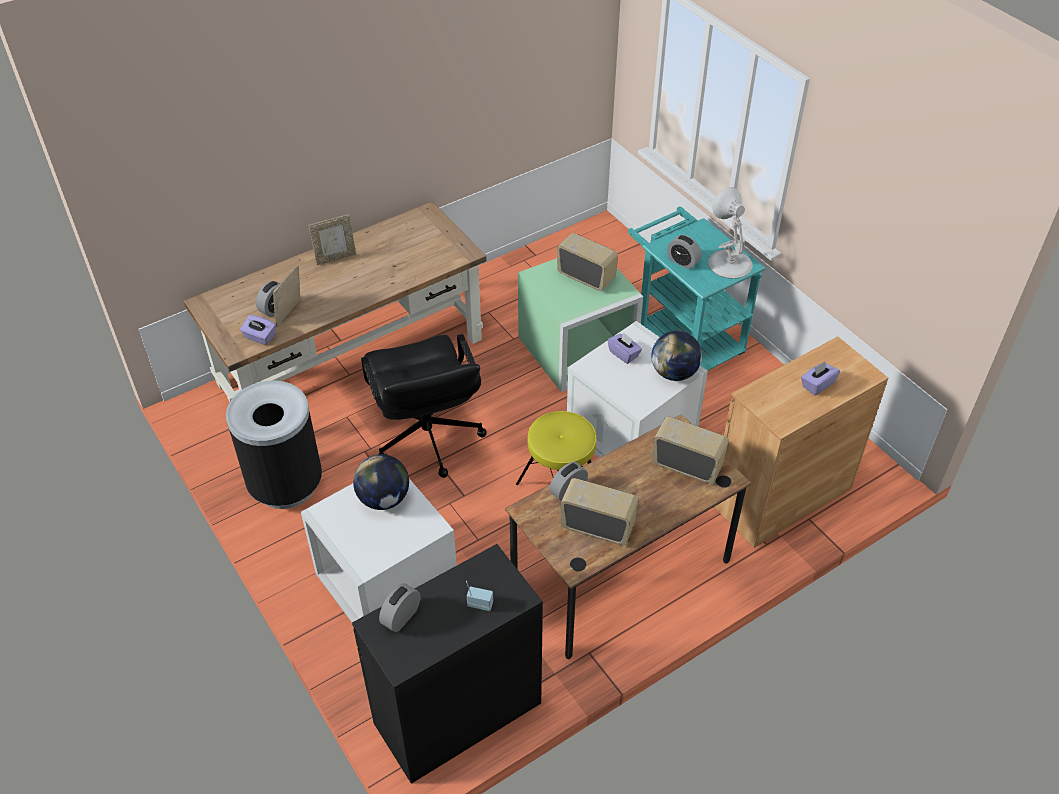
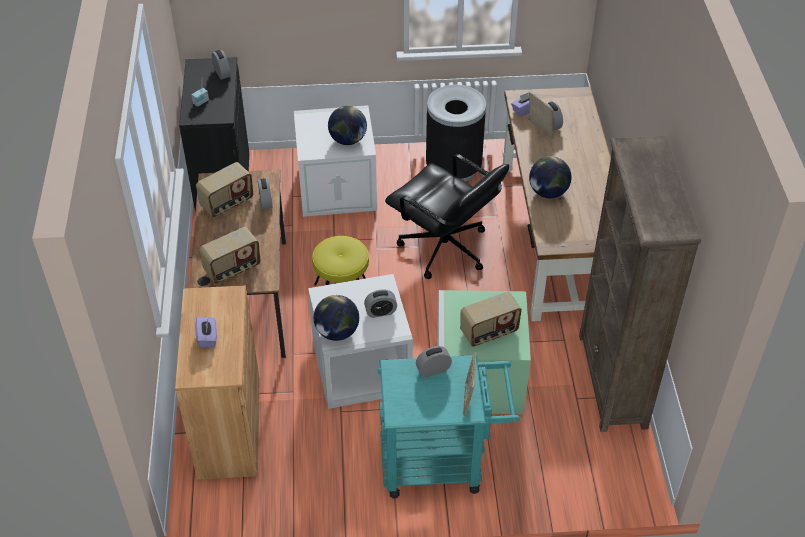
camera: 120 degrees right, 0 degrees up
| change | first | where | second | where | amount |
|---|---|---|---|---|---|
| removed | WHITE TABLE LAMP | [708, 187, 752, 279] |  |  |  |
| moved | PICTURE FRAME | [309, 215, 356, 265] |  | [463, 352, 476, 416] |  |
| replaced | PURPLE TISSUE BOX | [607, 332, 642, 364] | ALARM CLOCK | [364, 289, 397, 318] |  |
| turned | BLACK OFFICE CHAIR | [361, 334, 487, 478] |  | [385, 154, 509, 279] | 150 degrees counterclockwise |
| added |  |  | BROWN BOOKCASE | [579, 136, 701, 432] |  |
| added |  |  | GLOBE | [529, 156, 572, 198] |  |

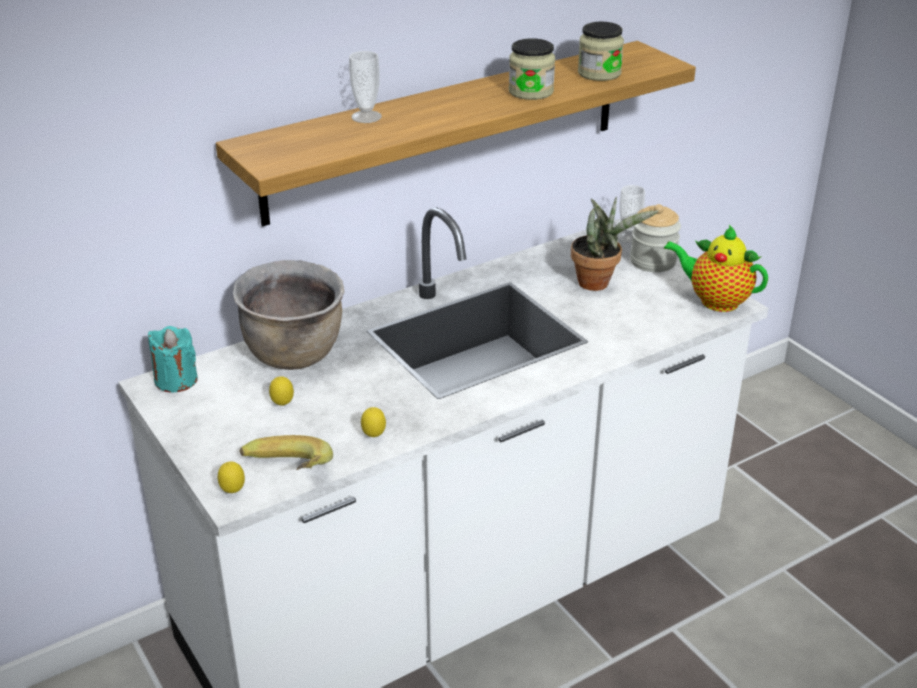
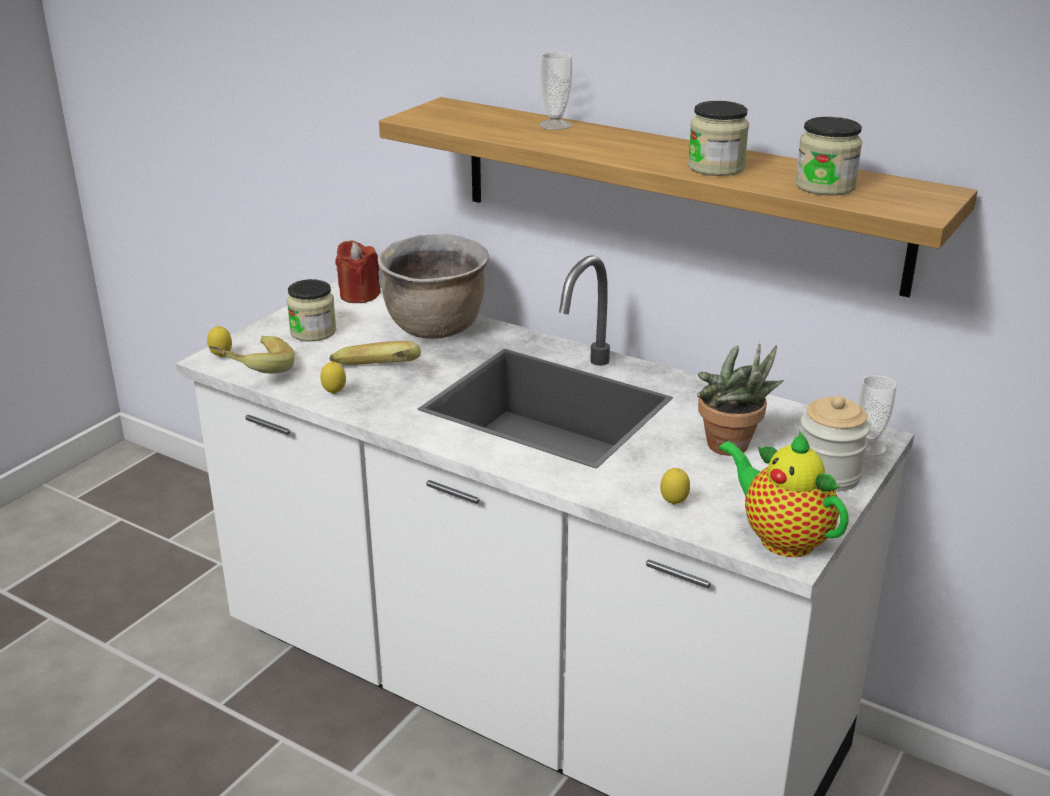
camera: 65 degrees right, 5 degrees down
| change | first | where | second | where | amount |
|---|---|---|---|---|---|
| turned | TEAPOT | [664, 225, 768, 312] |  | [718, 431, 849, 557] | 45 degrees counterclockwise |
| recoloured | TURQUOISE CANDLE | [148, 326, 198, 392] | RED CANDLE | [335, 240, 381, 303] |  |
| moved | LEMON | [269, 376, 294, 406] |  | [660, 468, 690, 505] |  |
| added |  |  | JAR | [287, 279, 337, 342] |  |
| added |  |  | BANANA | [330, 341, 421, 365] |  |

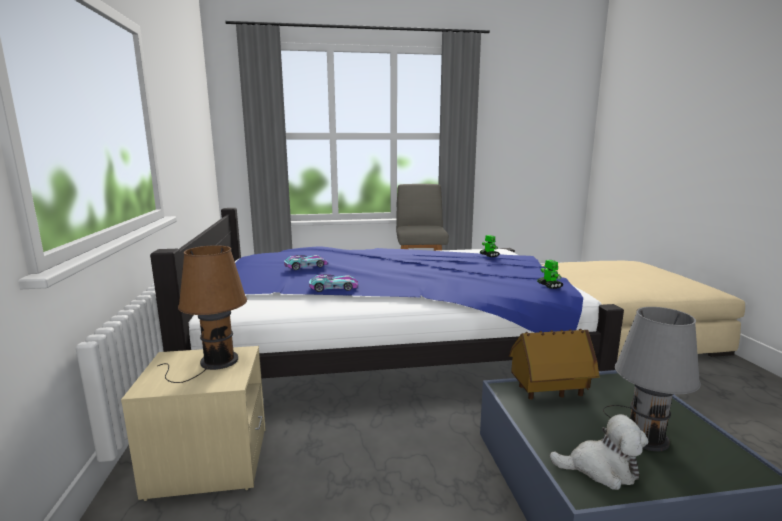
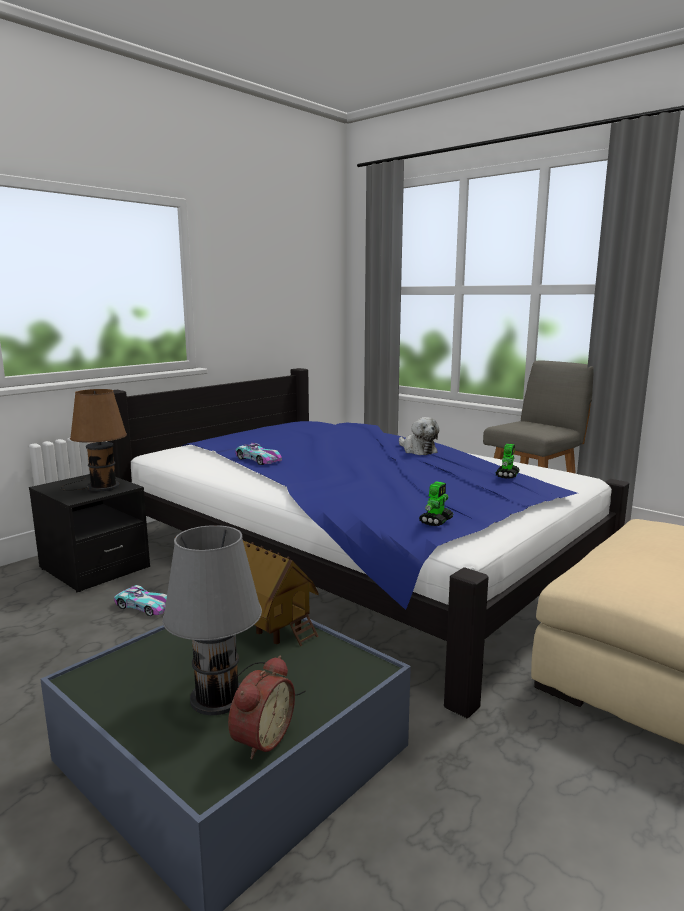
camera: 50 degrees right, 0 degrees up
| change | first | where | second | where | amount |
|---|---|---|---|---|---|
| moved | TOY CAR | [284, 255, 328, 270] |  | [114, 585, 167, 616] |  |
| recoloured | BEIGE NIGHTSTAND | [121, 346, 266, 501] | BLACK NIGHTSTAND | [29, 474, 150, 592] |  |
| moved | PLUSH TOY | [549, 414, 648, 490] |  | [399, 417, 439, 455] |  |
| added |  |  | ALARM CLOCK | [228, 656, 295, 759] |  |

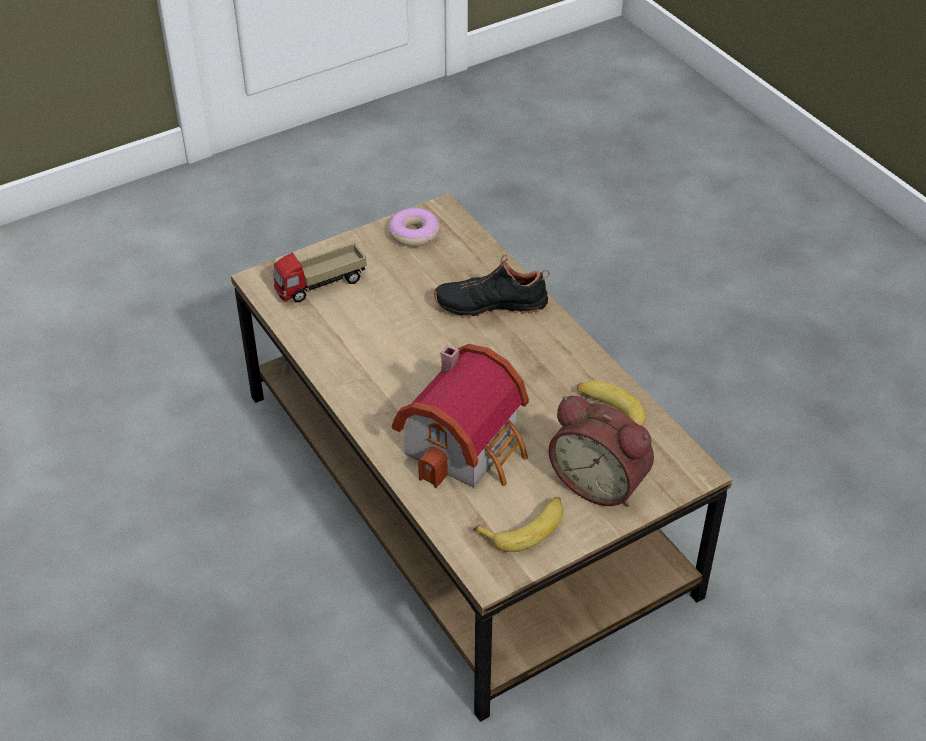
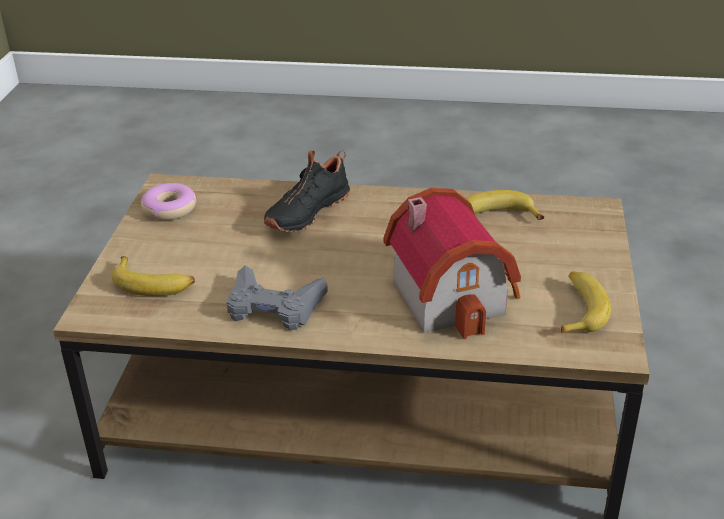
camera: 50 degrees left, 10 degrees down
| change | first | where | second | where | amount |
|---|---|---|---|---|---|
| replaced | TOY TRUCK | [273, 243, 367, 302] | BANANA | [112, 256, 195, 296] |  |
| removed | ALARM CLOCK | [549, 396, 654, 507] |  |  |  |
| added |  |  | GREY GAME CONTROLLER | [226, 265, 328, 330] |  |

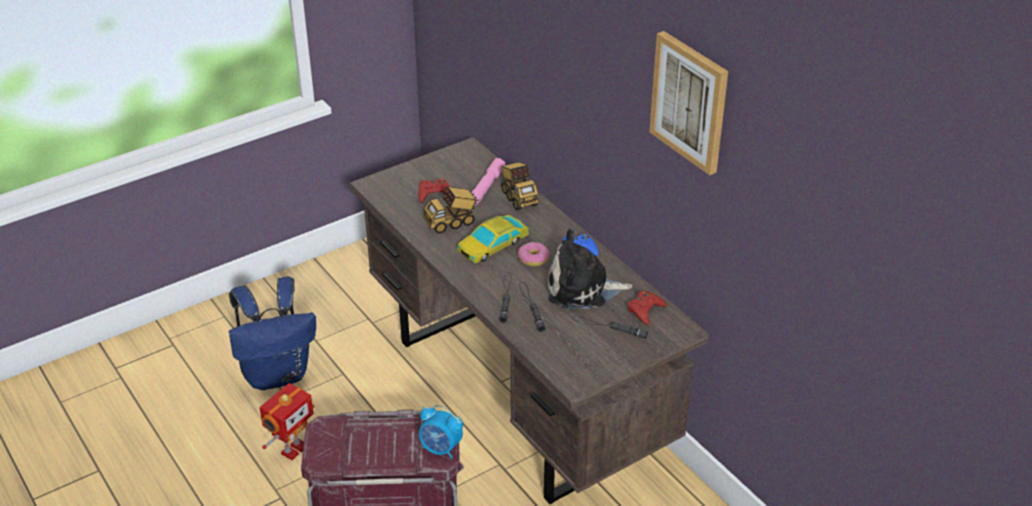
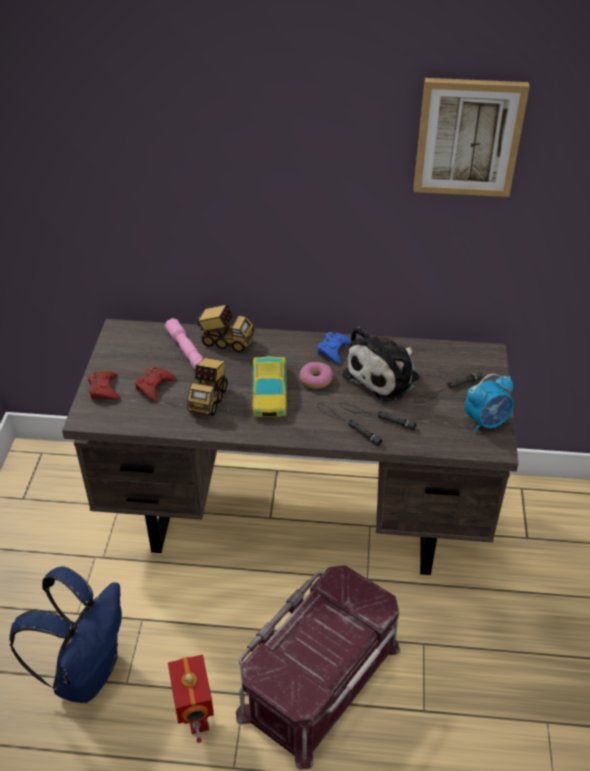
camera: 50 degrees left, 5 degrees up
| change | first | where | second | where | amount |
|---|---|---|---|---|---|
| moved | RED GAME CONTROLLER | [628, 291, 667, 325] |  | [87, 371, 121, 400] |  |
| moved | ALARM CLOCK | [419, 405, 463, 459] |  | [465, 374, 513, 433] |  |

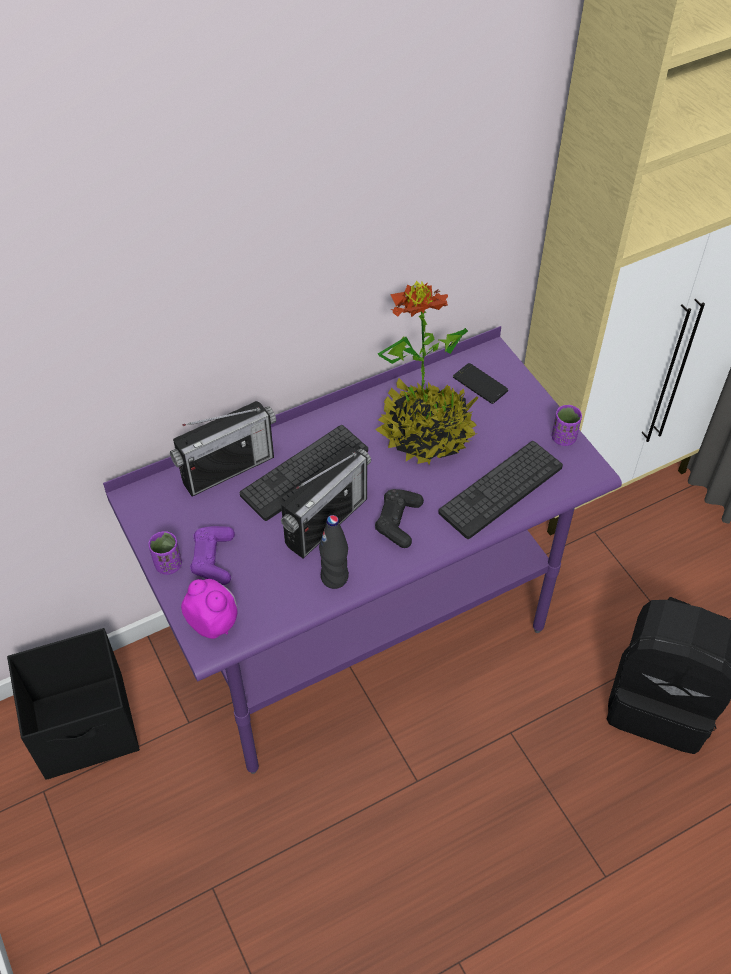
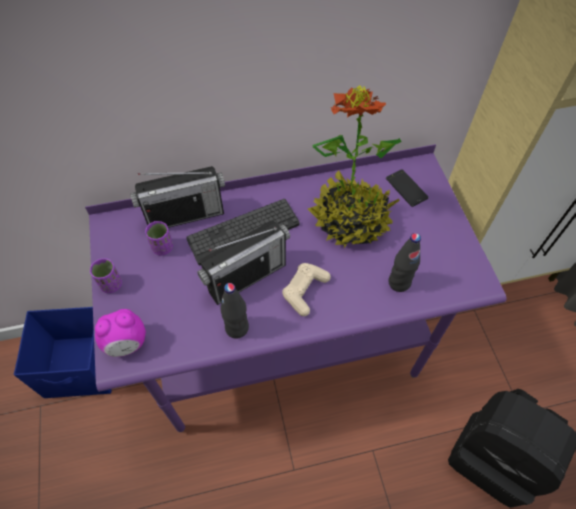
camera: 15 degrees right, 5 degrees up
| change | first | where | second | where | amount |
|---|---|---|---|---|---|
| moved | PURPLE CUP | [552, 405, 582, 446] |  | [145, 221, 173, 256] |  |
| replaced | KEYBOARD | [438, 441, 563, 539] | BLACK BOTTLE | [388, 233, 421, 292] |  |
| recoloured | BLACK GAME CONTROLLER | [375, 489, 424, 548] | BEIGE GAME CONTROLLER | [282, 263, 331, 316] |  |
| removed | PURPLE GAME CONTROLLER | [190, 526, 235, 585] |  |  |  |
| turned | ALARM CLOCK | [181, 579, 238, 639] |  | [95, 309, 146, 357] | 105 degrees clockwise |
| recoloured | BLACK STORAGE BOX | [7, 628, 140, 780] | BLUE STORAGE BOX | [14, 307, 112, 398] |  |

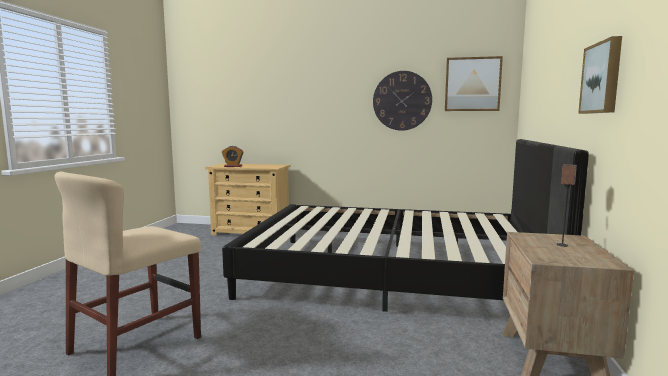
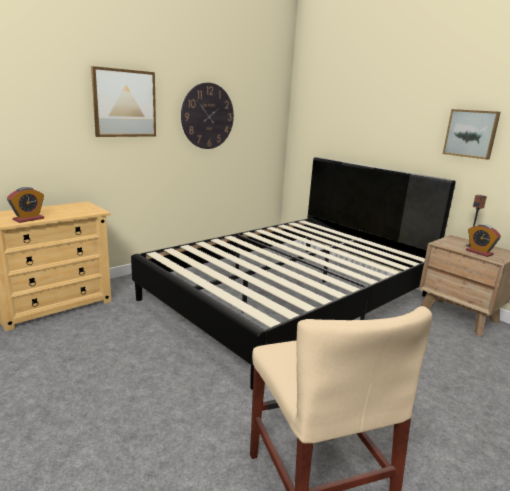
camera: 55 degrees left, 10 degrees up
| change | first | where | second | where | amount |
|---|---|---|---|---|---|
| moved | PICTURE | [445, 56, 503, 111] |  | [91, 66, 156, 137] |  |
| added |  |  | ALARM CLOCK | [466, 224, 501, 257] |  |

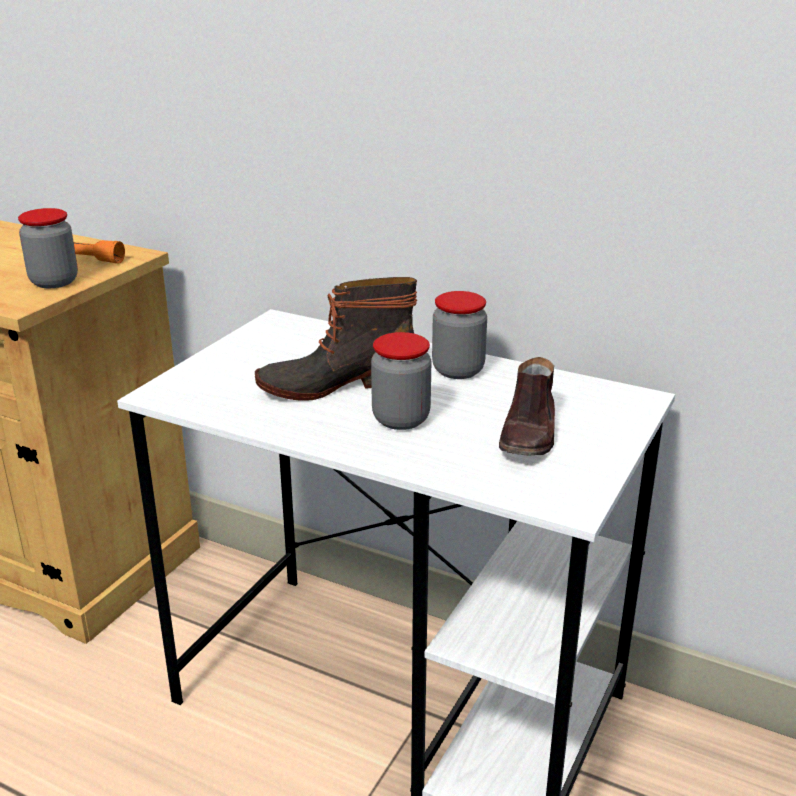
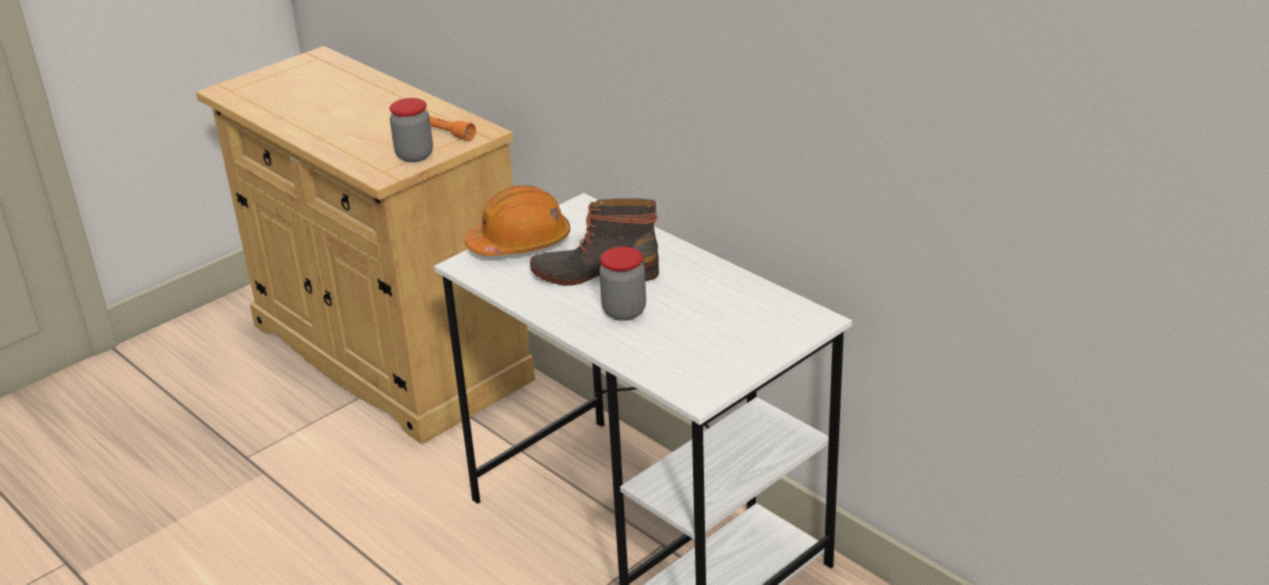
camera: 20 degrees right, 5 degrees up
| change | first | where | second | where | amount |
|---|---|---|---|---|---|
| removed | JAR | [432, 291, 487, 379] |  |  |  |
| removed | BROWN SHOE | [499, 357, 555, 456] |  |  |  |
| added |  |  | ORANGE HARD HAT | [465, 185, 570, 256] |  |

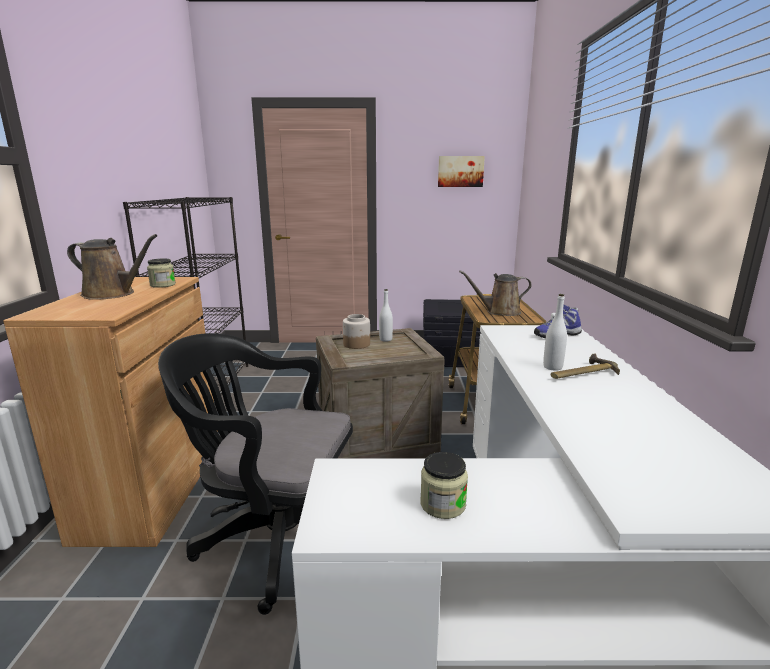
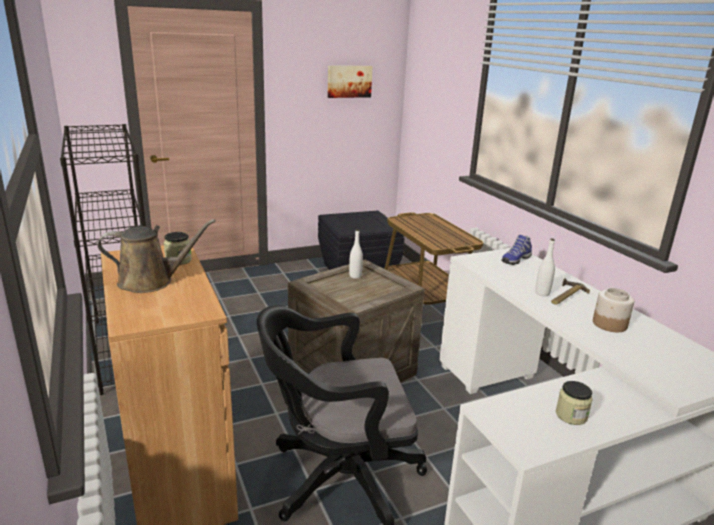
camera: 25 degrees left, 5 degrees up
| change | first | where | second | where | amount |
|---|---|---|---|---|---|
| removed | BROWN WATERING CAN | [459, 271, 531, 316] |  |  |  |
| moved | JAR | [343, 314, 370, 349] |  | [593, 288, 634, 332] |  |

